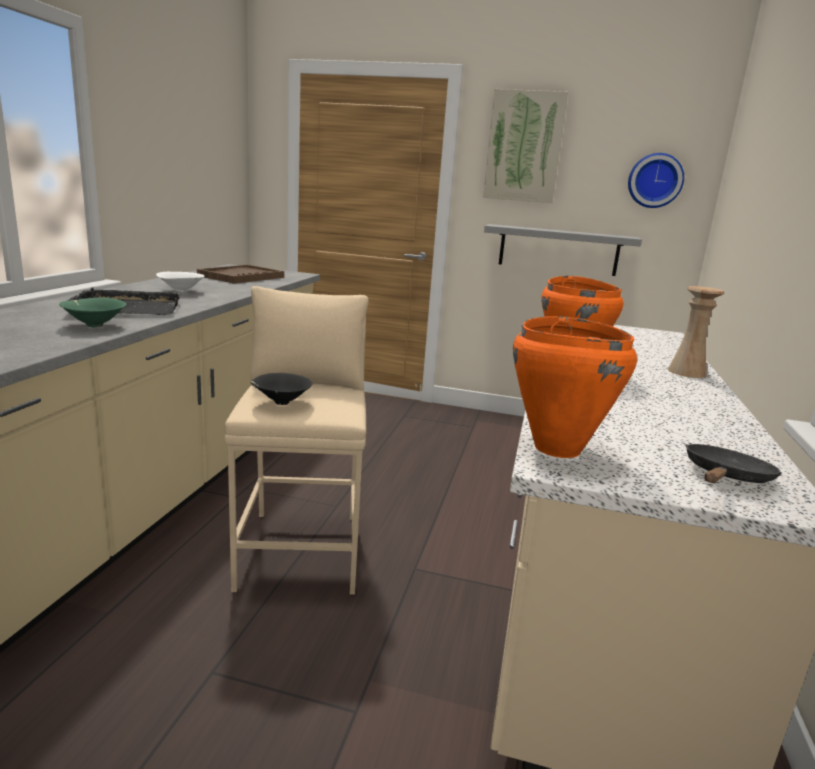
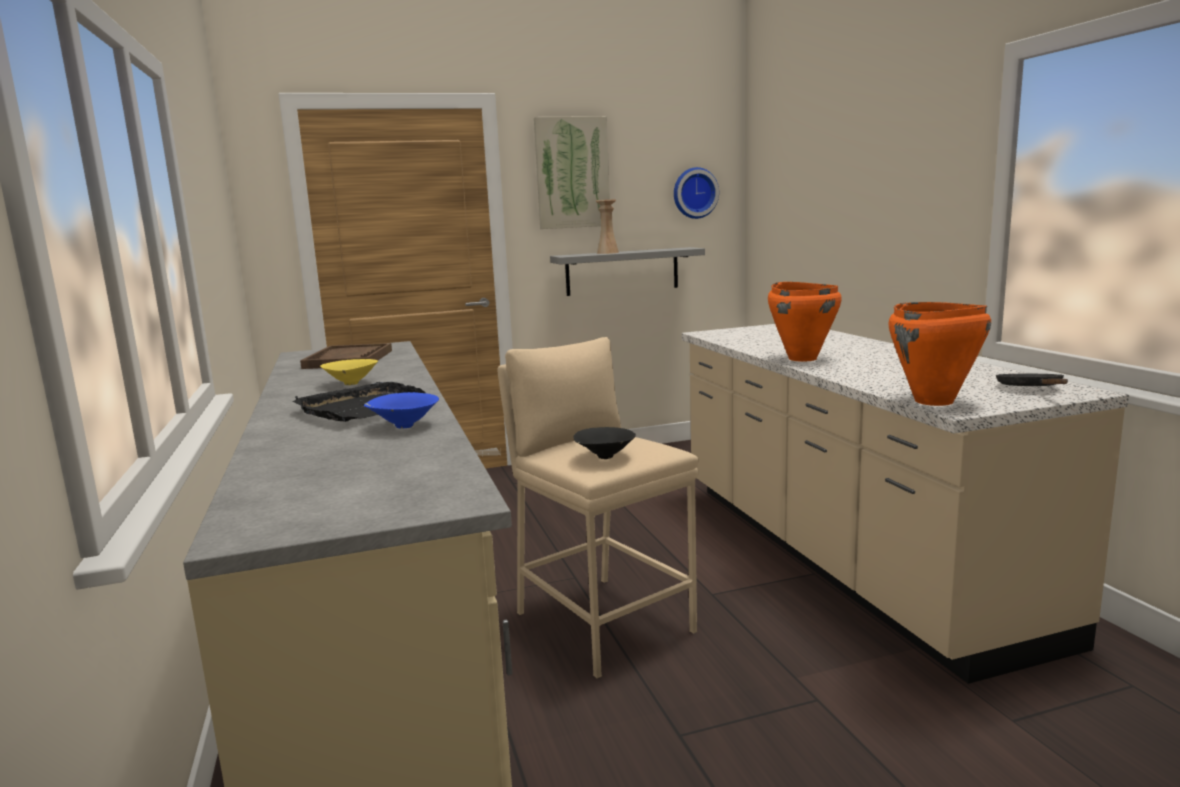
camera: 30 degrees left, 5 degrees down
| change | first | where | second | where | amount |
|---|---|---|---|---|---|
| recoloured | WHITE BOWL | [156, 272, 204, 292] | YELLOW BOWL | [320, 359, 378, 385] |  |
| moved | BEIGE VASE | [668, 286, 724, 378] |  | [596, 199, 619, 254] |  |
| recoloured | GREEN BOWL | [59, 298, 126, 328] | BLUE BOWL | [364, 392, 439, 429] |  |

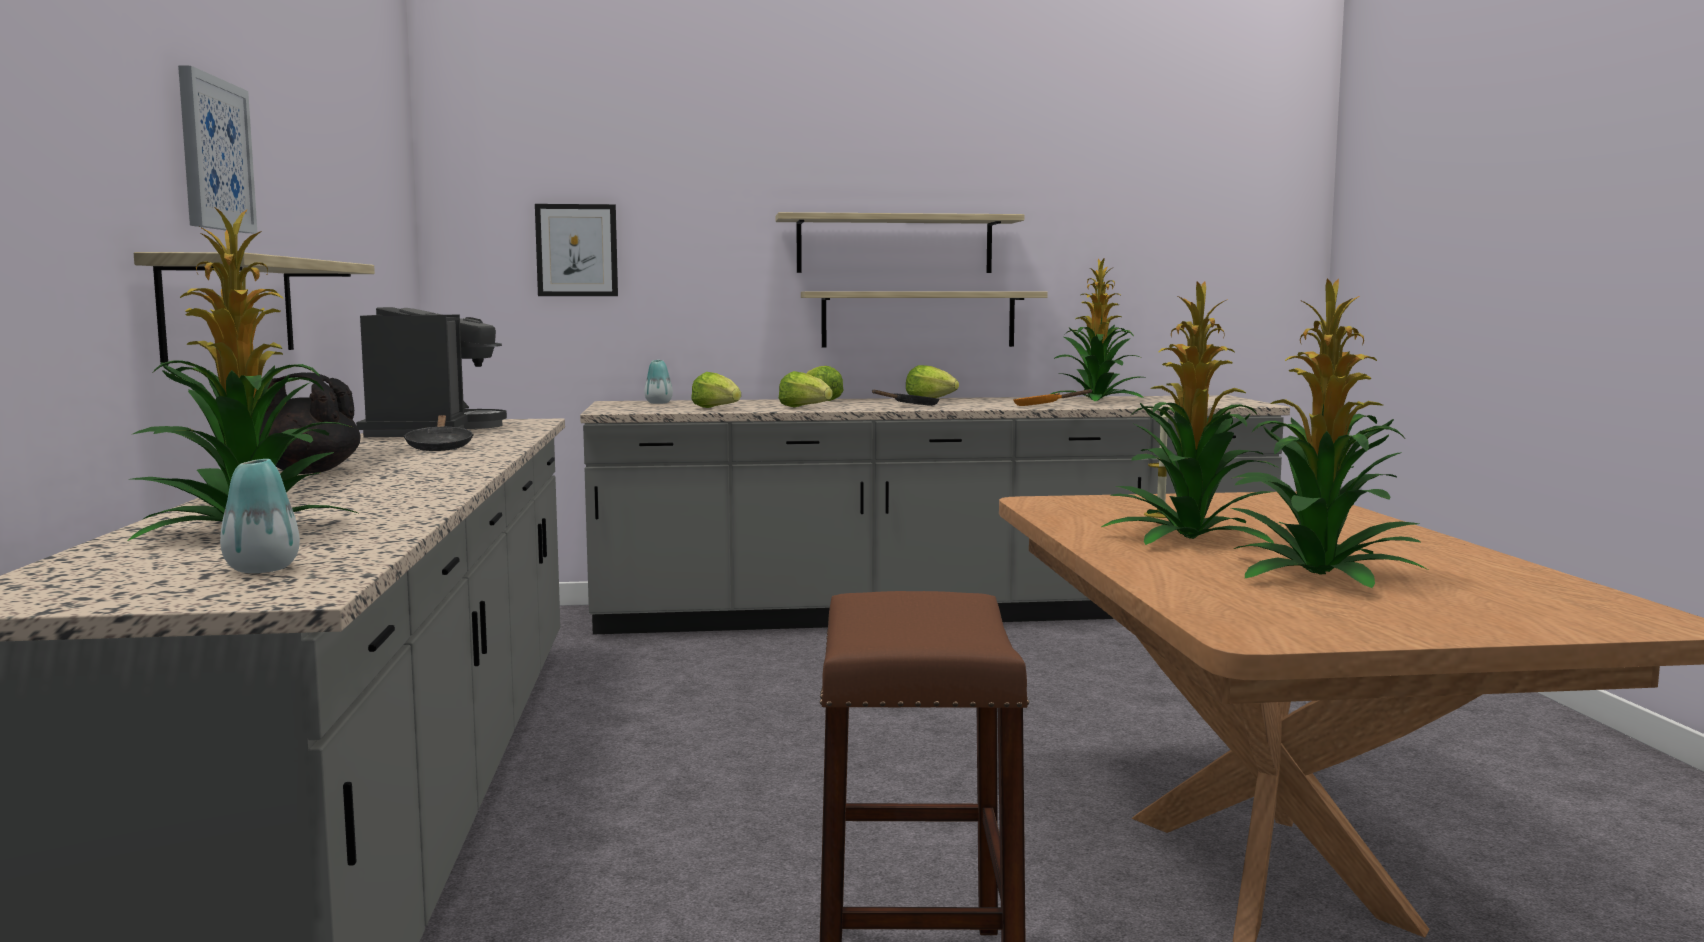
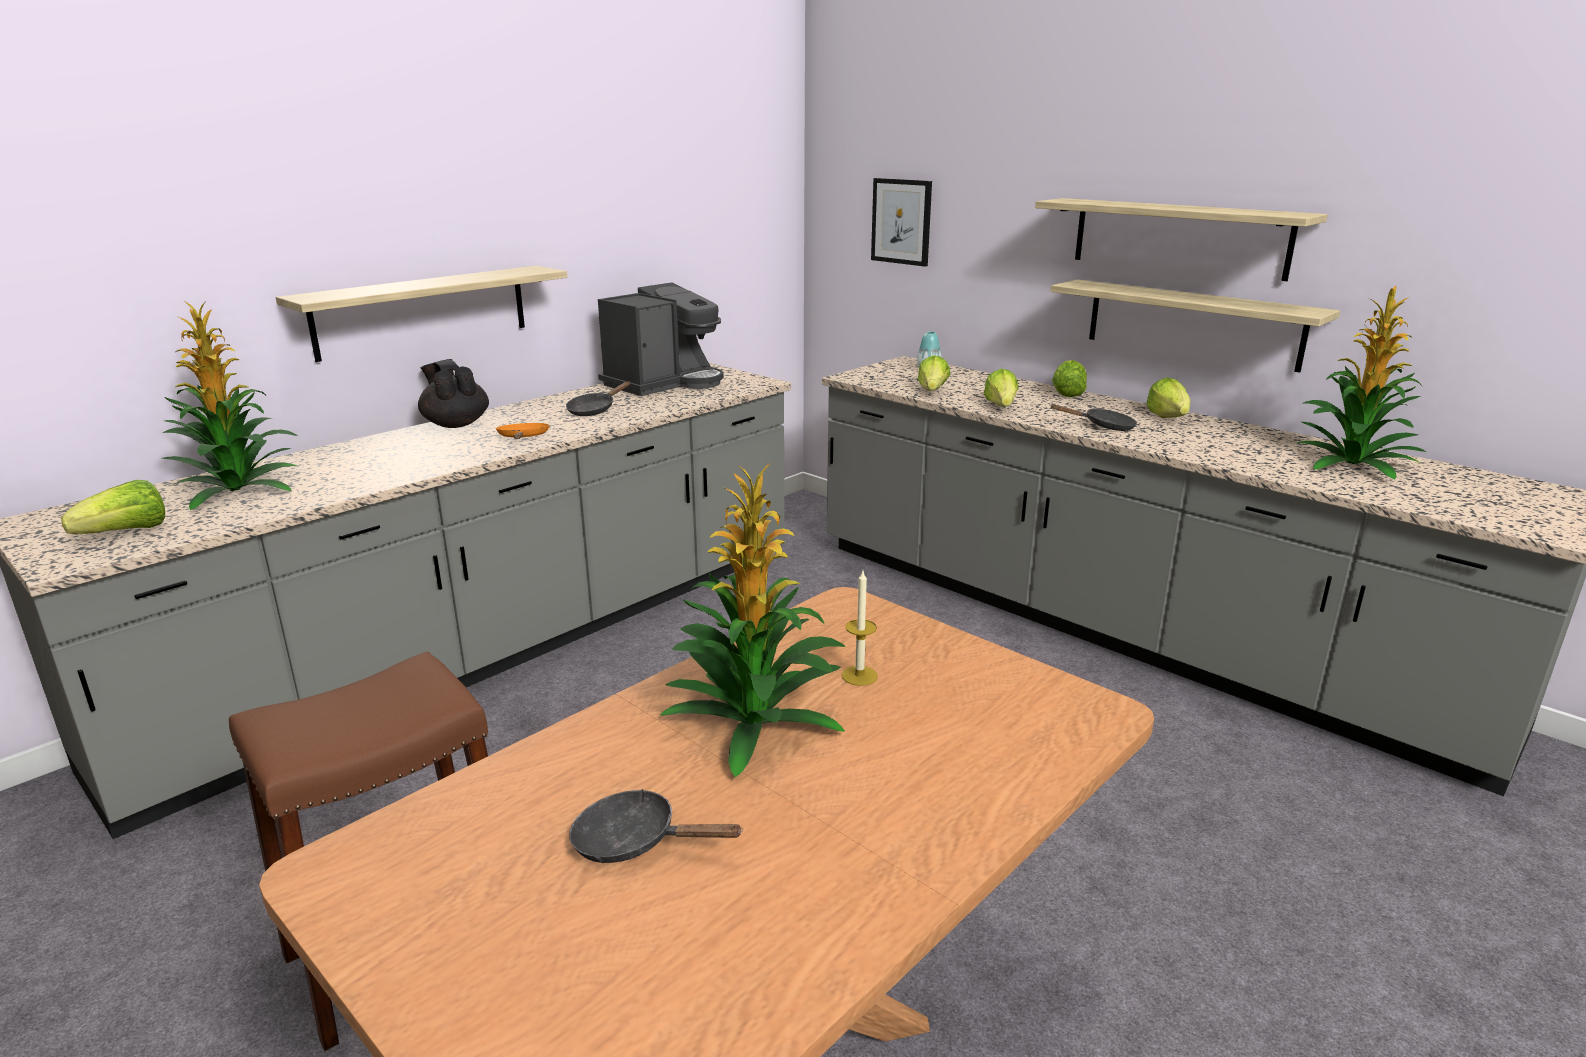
camera: 50 degrees right, 15 degrees up
| change | first | where | second | where | amount |
|---|---|---|---|---|---|
| removed | PICTURE | [178, 65, 257, 233] |  |  |  |
| replaced | POTTED PLANT | [1231, 278, 1428, 588] | BLACK FRYING PAN | [569, 789, 743, 863] |  |
| moved | ORANGE FRYING PAN | [1013, 389, 1092, 406] |  | [496, 423, 550, 439] |  |
| replaced | VASE | [220, 459, 300, 573] | LETTUCE | [61, 480, 165, 534] |  |

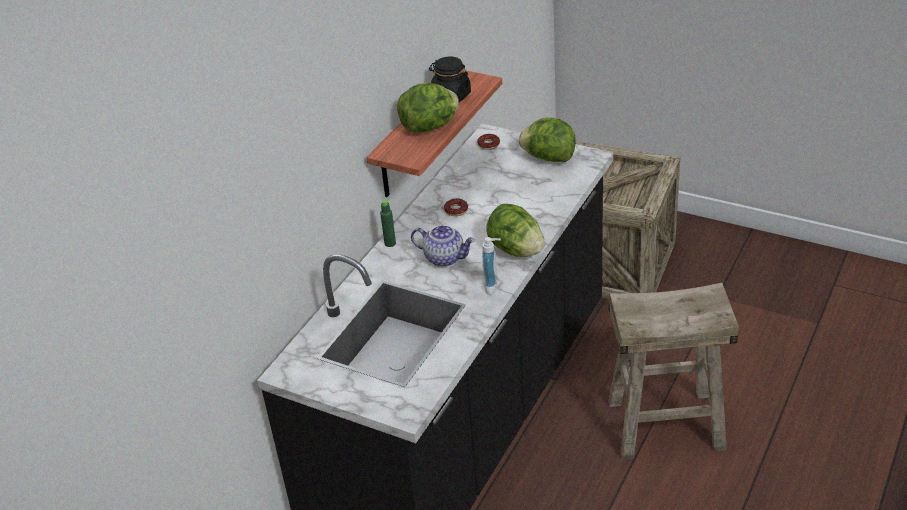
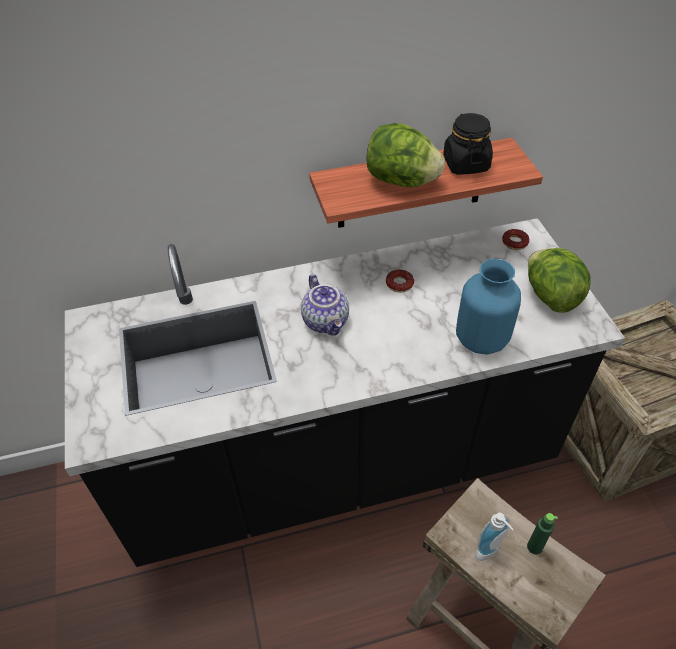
camera: 45 degrees right, 10 degrees up
| change | first | where | second | where | amount |
|---|---|---|---|---|---|
| moved | GREEN BOTTLE | [380, 199, 396, 247] |  | [527, 513, 558, 554] |  |
| removed | LETTUCE | [486, 204, 545, 257] |  |  |  |
| moved | SOAP DISPENSER | [482, 237, 501, 295] |  | [475, 513, 513, 561] |  |
| added |  |  | BLUE VASE | [456, 259, 521, 354] |  |

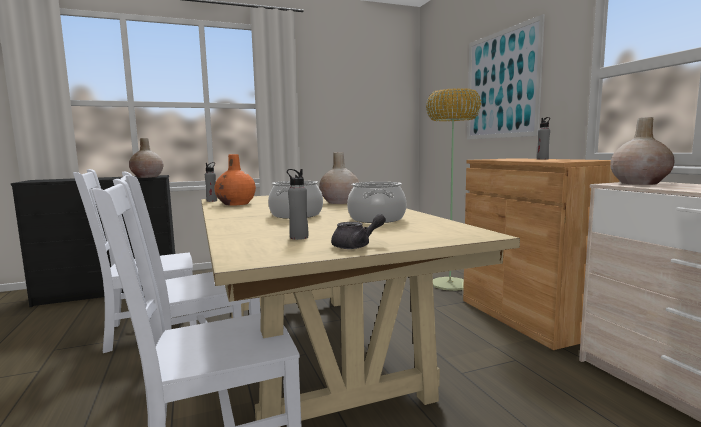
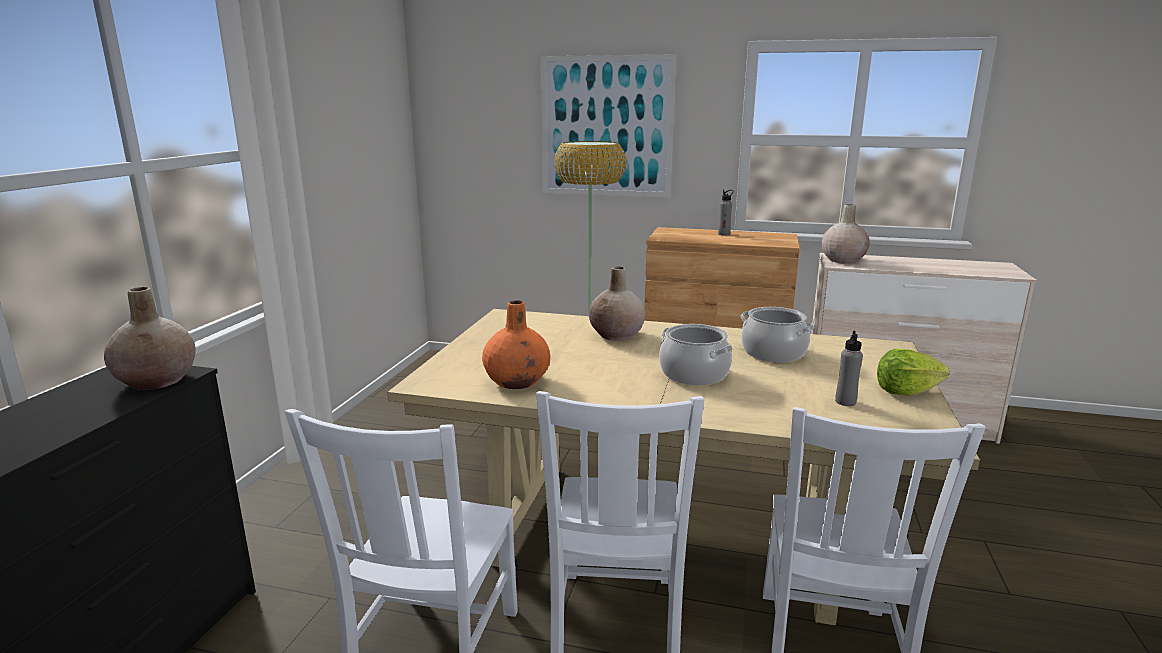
camera: 55 degrees left, 10 degrees up
| change | first | where | second | where | amount |
|---|---|---|---|---|---|
| removed | GREY BOTTLE | [205, 162, 217, 202] |  |  |  |
| replaced | GREY TEAPOT | [331, 214, 386, 249] | LETTUCE | [877, 349, 950, 396] |  |

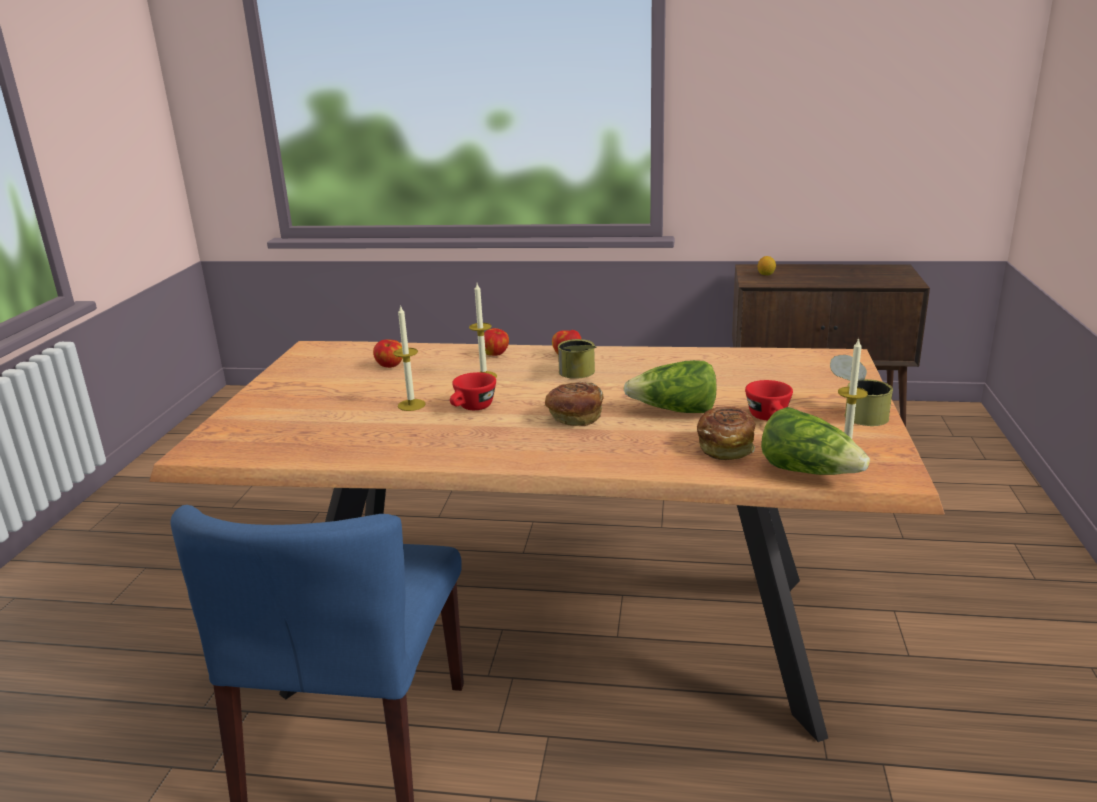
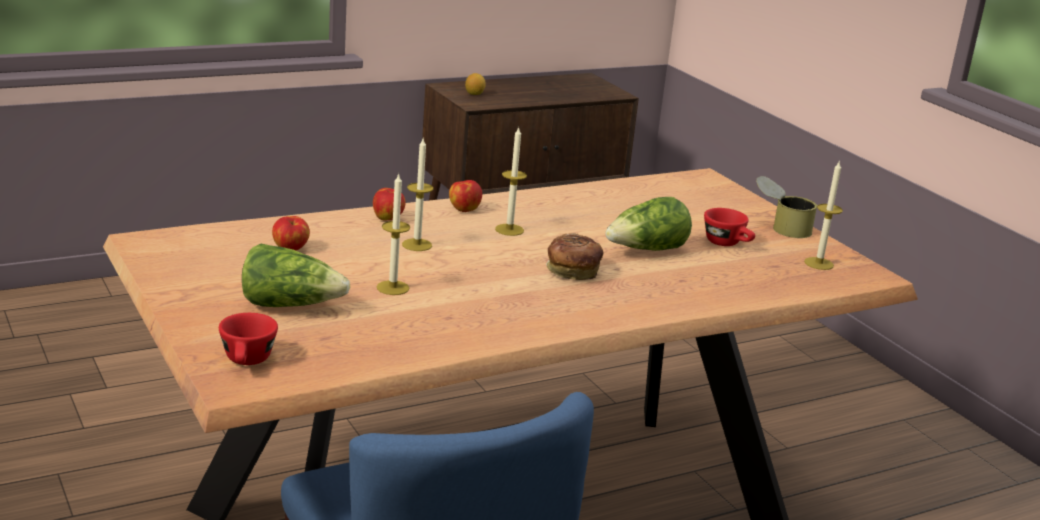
camera: 40 degrees left, 0 degrees up
| change | first | where | second | where | amount |
|---|---|---|---|---|---|
| replaced | CAN | [558, 339, 597, 379] | CANDLE | [495, 127, 527, 236] |  |
| moved | RED CUP | [450, 372, 496, 410] |  | [219, 313, 278, 365] |  |
| removed | BREAD | [697, 406, 755, 460] |  |  |  |
| moved | LETTUCE | [761, 407, 870, 475] |  | [242, 244, 350, 307] |  |

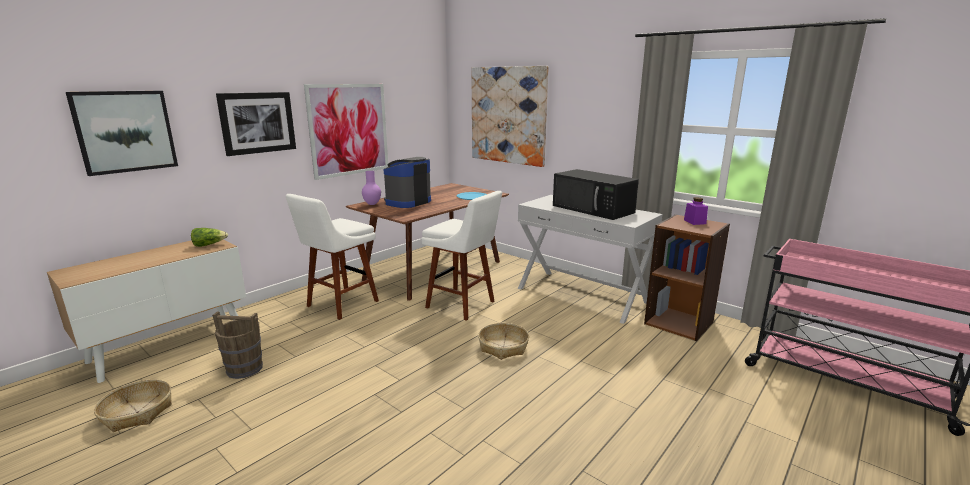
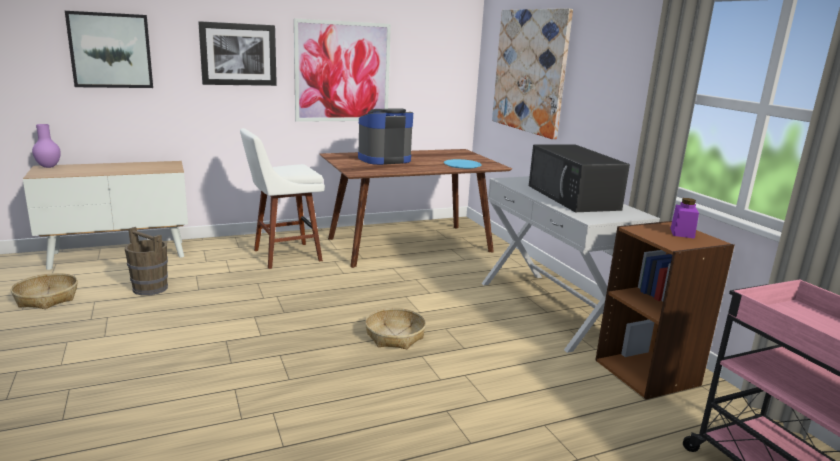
camera: 25 degrees right, 0 degrees up
| change | first | where | second | where | amount |
|---|---|---|---|---|---|
| moved | PURPLE VASE | [362, 171, 381, 205] |  | [32, 124, 61, 168] |  |
| removed | WHITE STOOL | [421, 191, 502, 321] |  |  |  |
| removed | LETTUCE | [191, 228, 228, 247] |  |  |  |

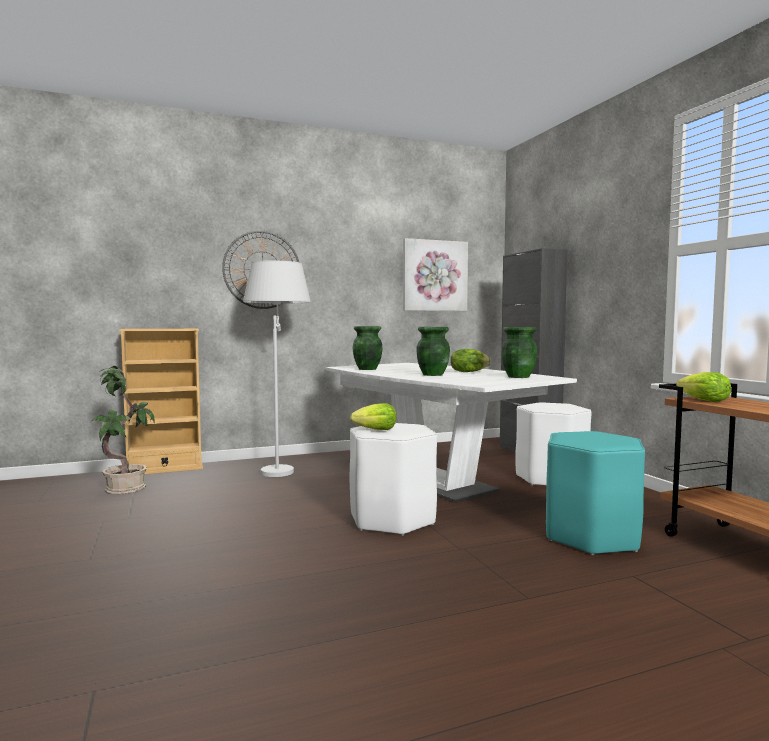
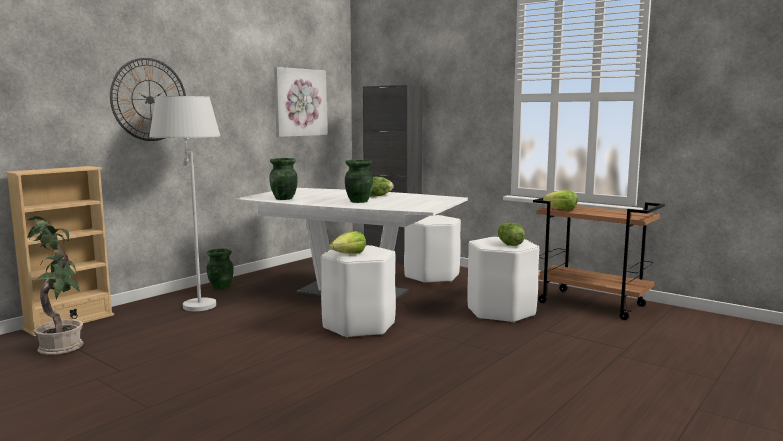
camera: 30 degrees left, 5 degrees up
| change | first | where | second | where | amount |
|---|---|---|---|---|---|
| moved | GREEN VASE | [501, 327, 537, 378] |  | [207, 249, 234, 289] |  |
| recoloured | TURQUOISE STOOL | [546, 431, 645, 555] | WHITE STOOL | [467, 237, 539, 323] |  |
| added |  |  | LETTUCE | [498, 222, 525, 246] |  |

